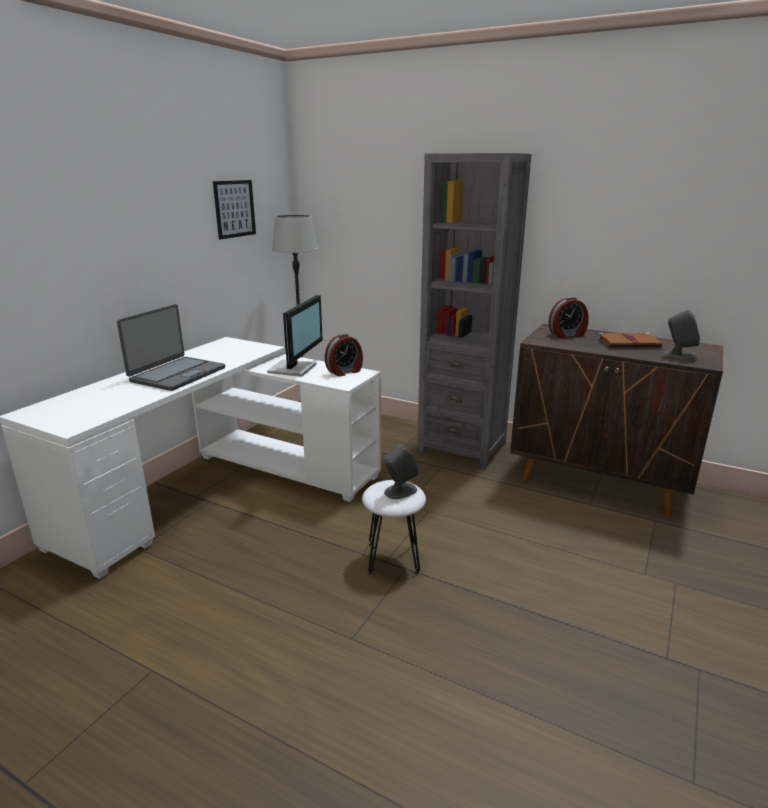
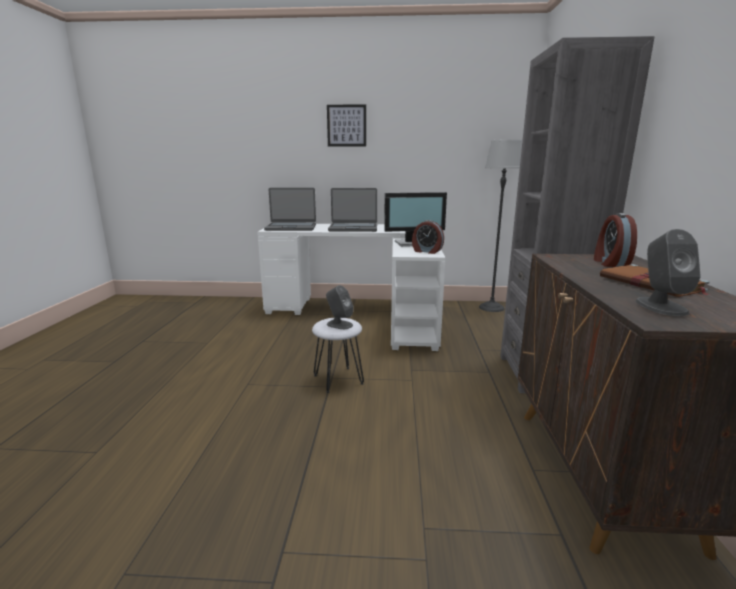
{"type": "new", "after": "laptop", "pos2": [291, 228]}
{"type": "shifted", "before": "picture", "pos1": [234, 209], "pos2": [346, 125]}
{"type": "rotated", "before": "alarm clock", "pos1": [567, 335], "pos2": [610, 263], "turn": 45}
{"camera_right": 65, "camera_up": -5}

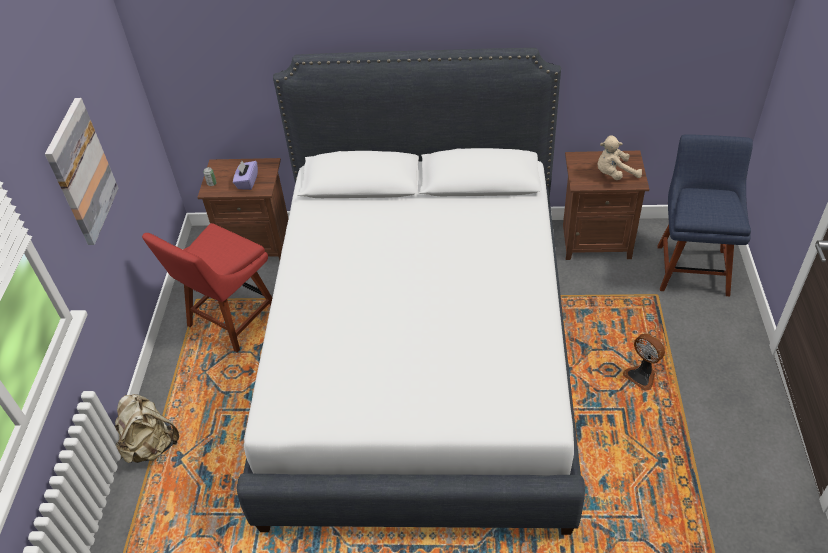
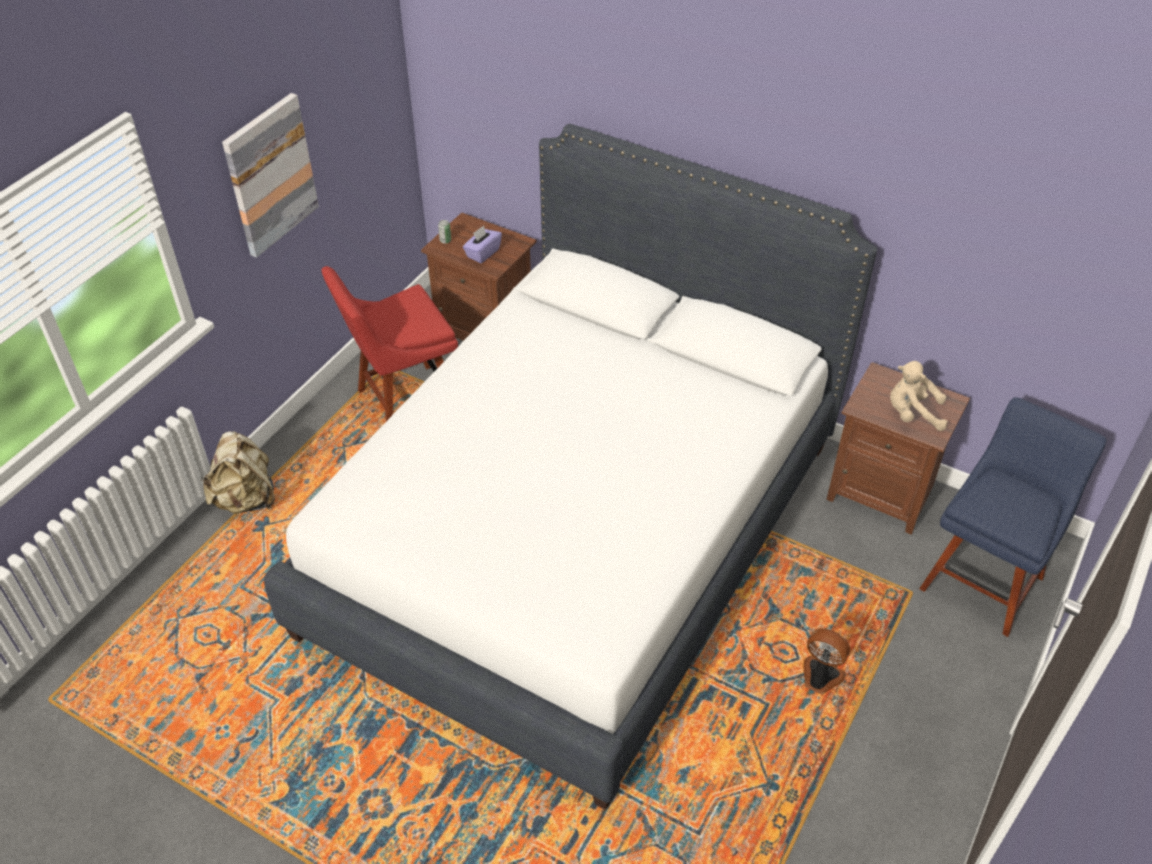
{"type": "rotated", "before": "fan", "pos1": [641, 375], "pos2": [820, 677], "turn": 135}
{"camera_right": 25, "camera_up": 0}

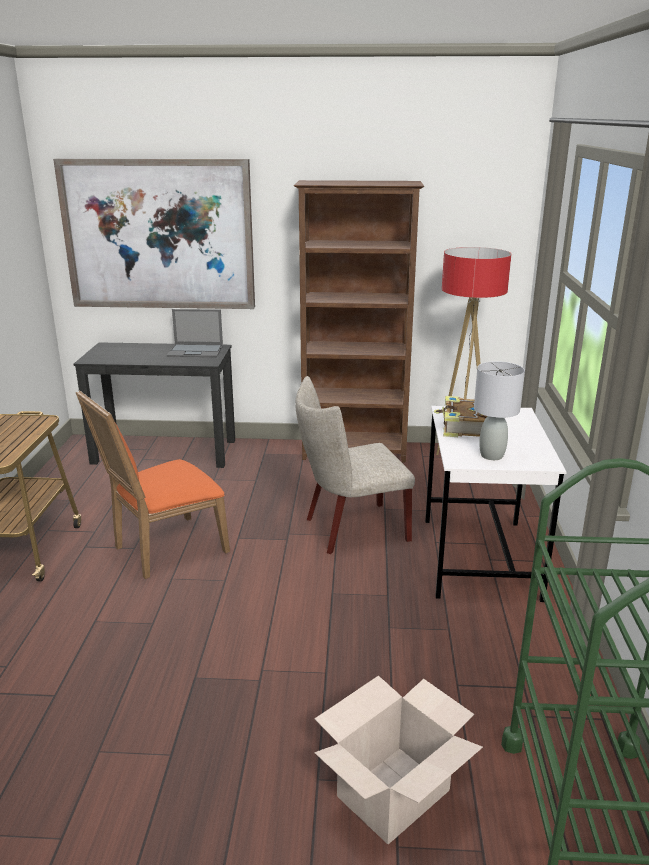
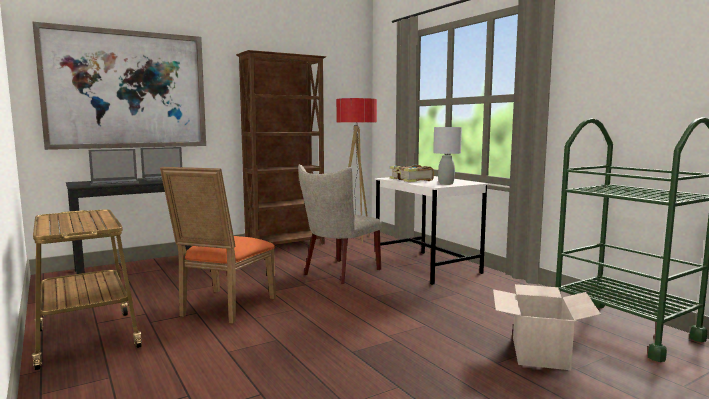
{"type": "new", "after": "laptop", "pos2": [115, 183]}
{"camera_right": -35, "camera_up": -15}

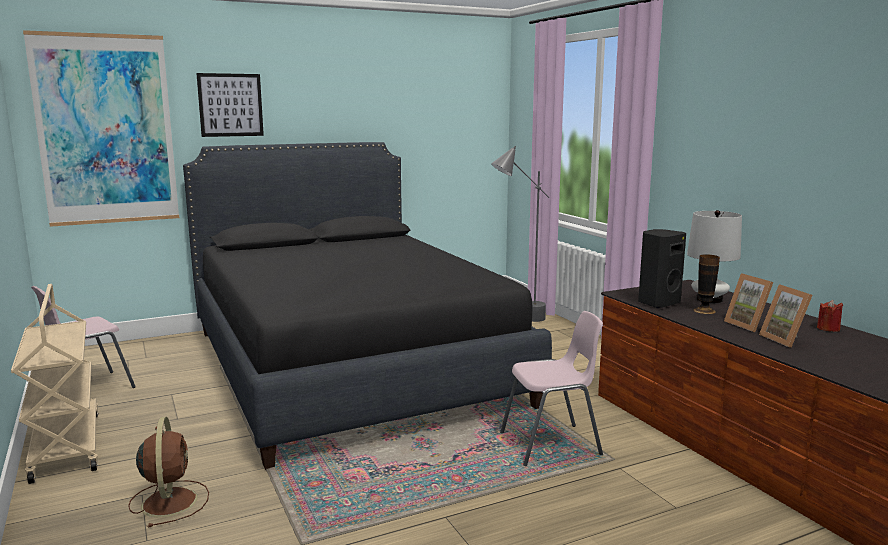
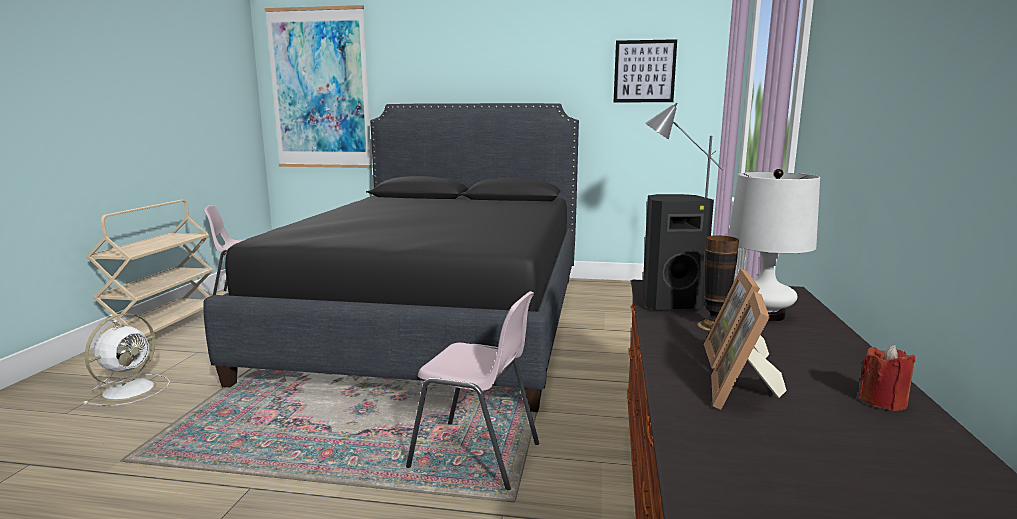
{"type": "repainted", "before": "fan/brown", "after": "fan/white", "pos1": [169, 501], "pos2": [130, 389]}
{"type": "shifted", "before": "picture", "pos1": [230, 105], "pos2": [644, 71]}
{"camera_right": 35, "camera_up": 0}

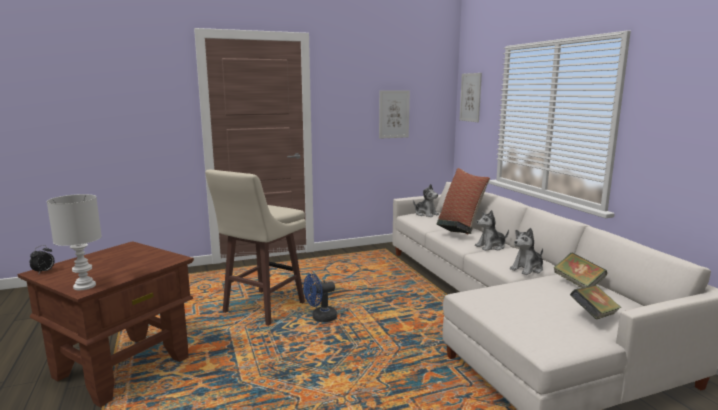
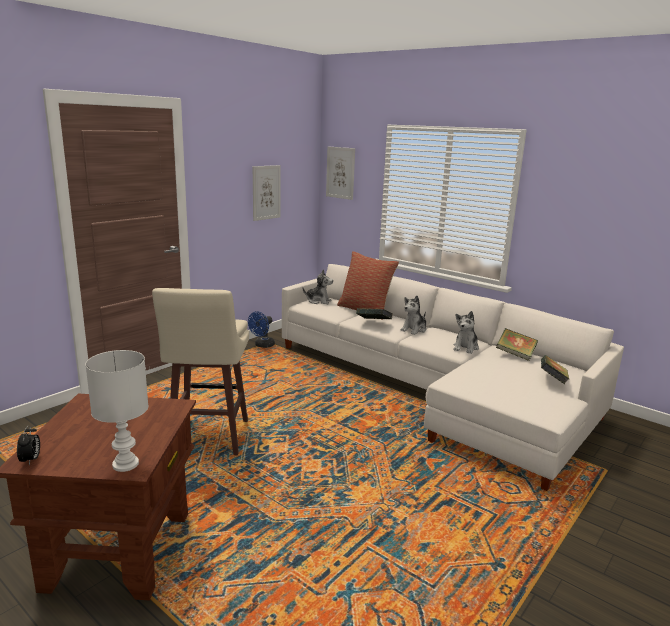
{"type": "shifted", "before": "fan/blue", "pos1": [320, 318], "pos2": [262, 345]}
{"camera_right": -30, "camera_up": 5}

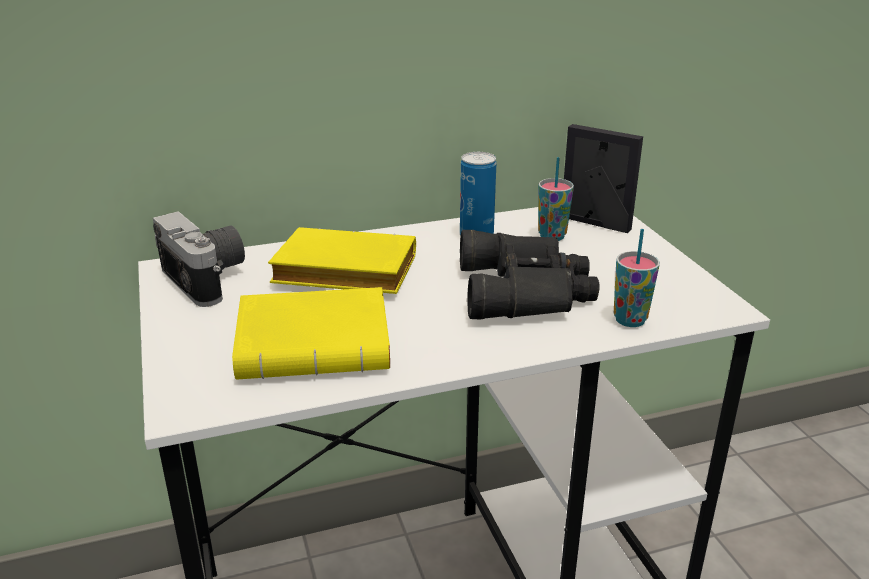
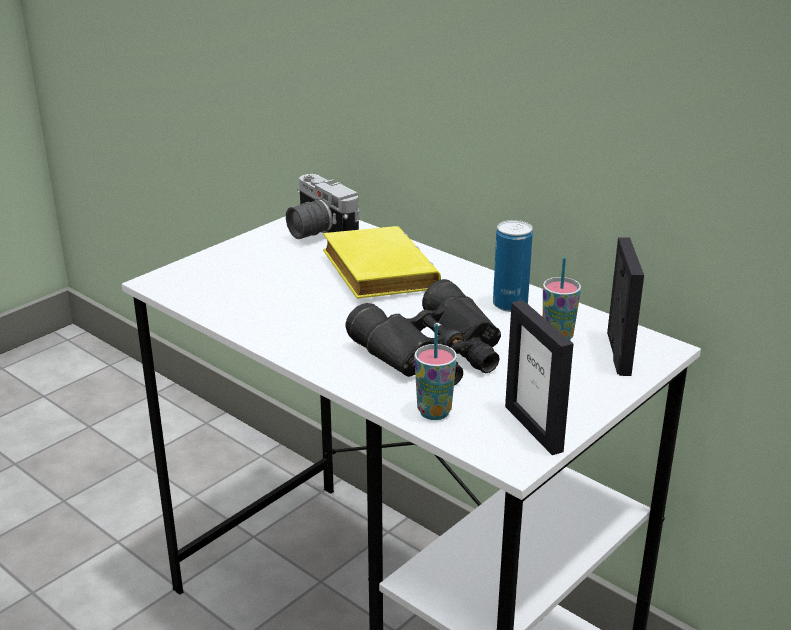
{"type": "rotated", "before": "photo camera", "pos1": [210, 279], "pos2": [316, 232], "turn": 120}
{"type": "new", "after": "picture frame", "pos2": [534, 428]}
{"type": "gone", "before": "book/yellow", "pos1": [318, 344]}
{"camera_right": 60, "camera_up": 0}

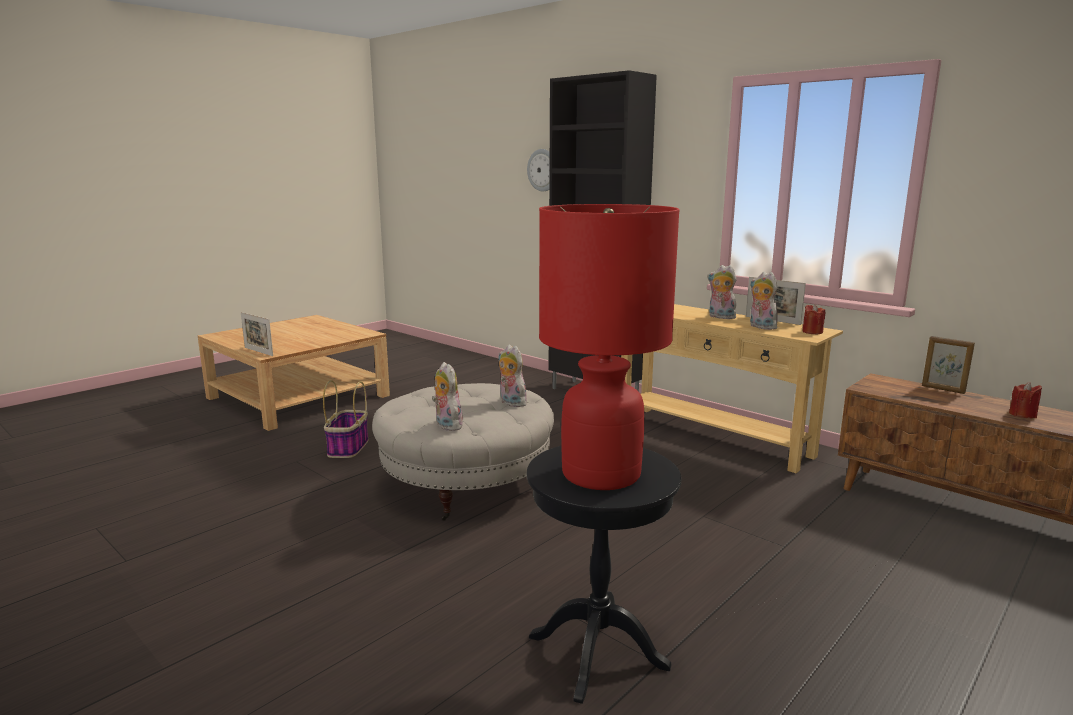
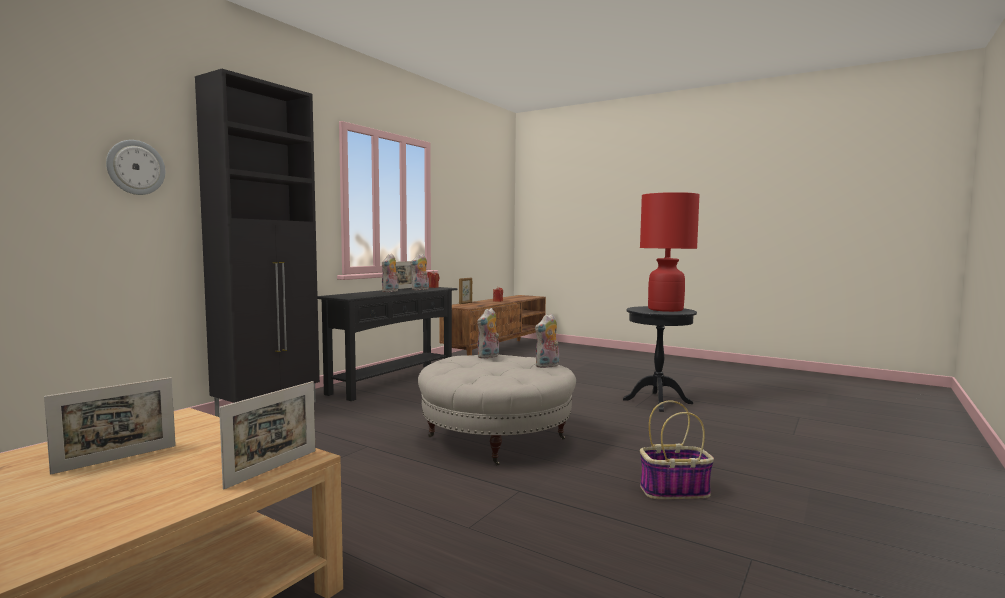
{"type": "new", "after": "picture frame", "pos2": [116, 459]}
{"type": "repainted", "before": "console table/beige", "after": "console table/black", "pos1": [712, 437], "pos2": [393, 381]}
{"type": "shifted", "before": "basket", "pos1": [348, 448], "pos2": [675, 490]}
{"camera_right": -100, "camera_up": -10}

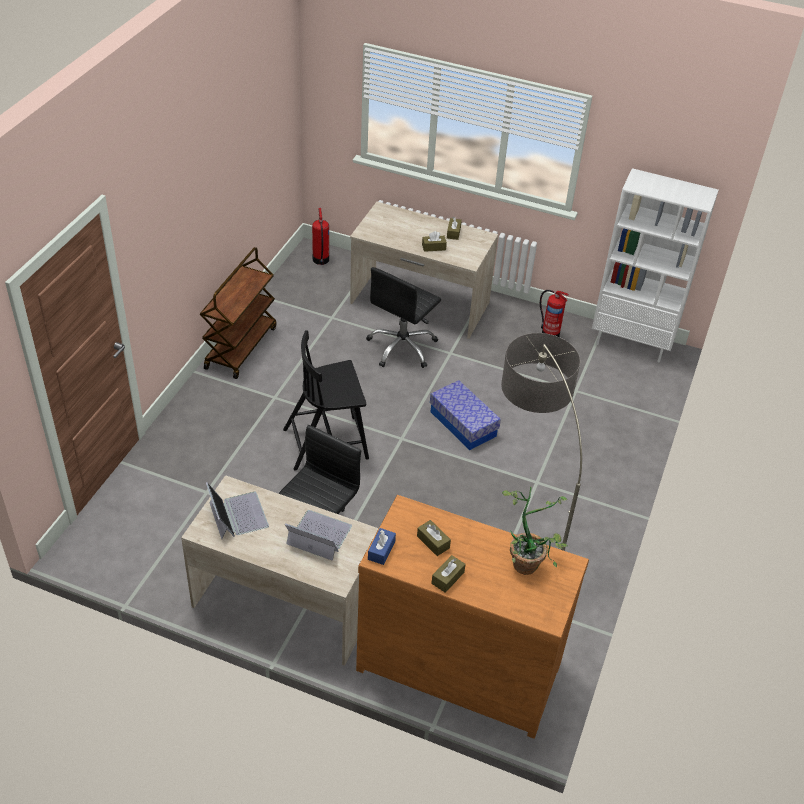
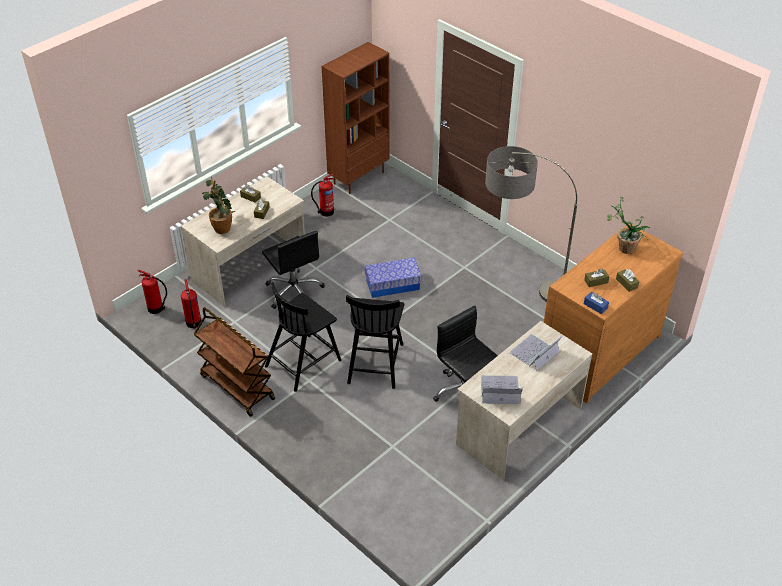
{"type": "new", "after": "fire extinguisher", "pos2": [193, 323]}
{"type": "new", "after": "potted plant", "pos2": [222, 226]}
{"type": "new", "after": "chair/black", "pos2": [304, 362]}
{"type": "repainted", "before": "bookcase/white", "after": "bookcase/brown", "pos1": [632, 343], "pos2": [358, 177]}
{"camera_right": -65, "camera_up": 0}

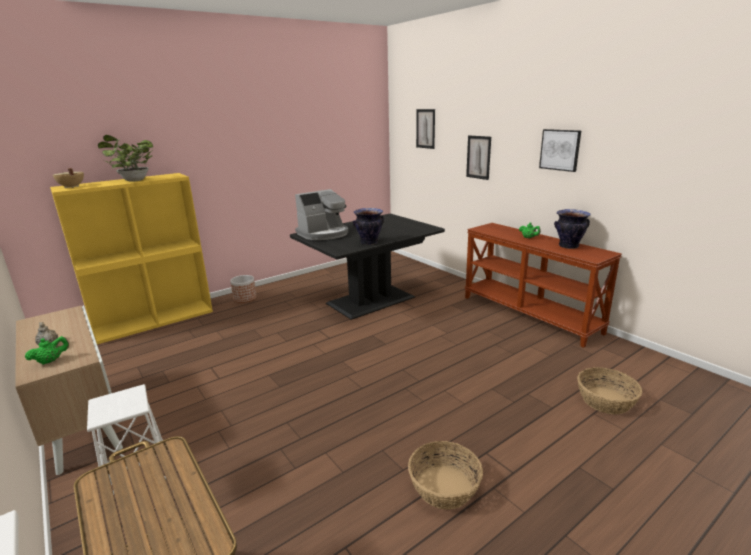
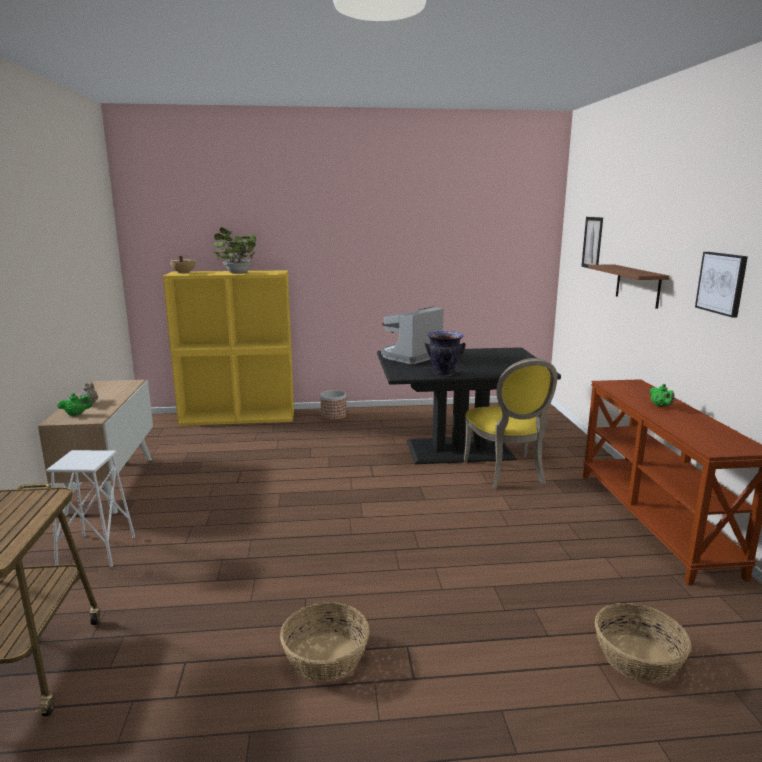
{"type": "rotated", "before": "coffee machine", "pos1": [324, 234], "pos2": [411, 356], "turn": 135}
{"type": "new", "after": "chair/yellow", "pos2": [507, 473]}
{"type": "swapped", "before": "picture", "after": "shelf/brown", "pos1": [478, 157], "pos2": [637, 285]}
{"type": "gone", "before": "vase", "pos1": [569, 246]}
{"camera_right": 30, "camera_up": -5}

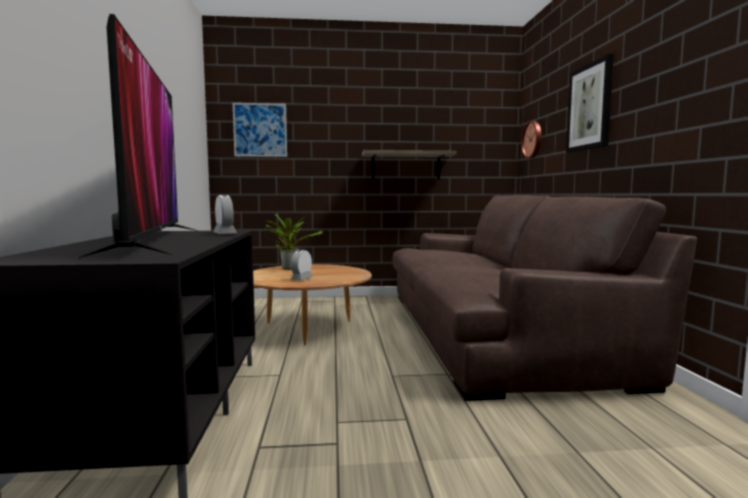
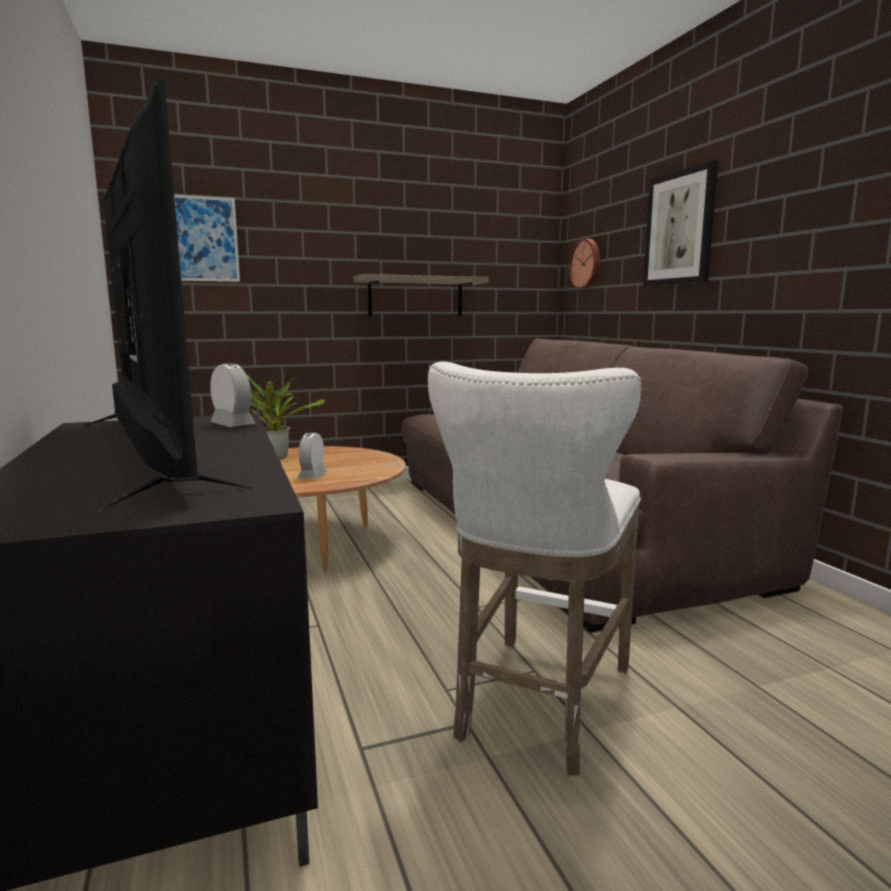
{"type": "new", "after": "stool/white", "pos2": [538, 705]}
{"camera_right": -15, "camera_up": 5}

